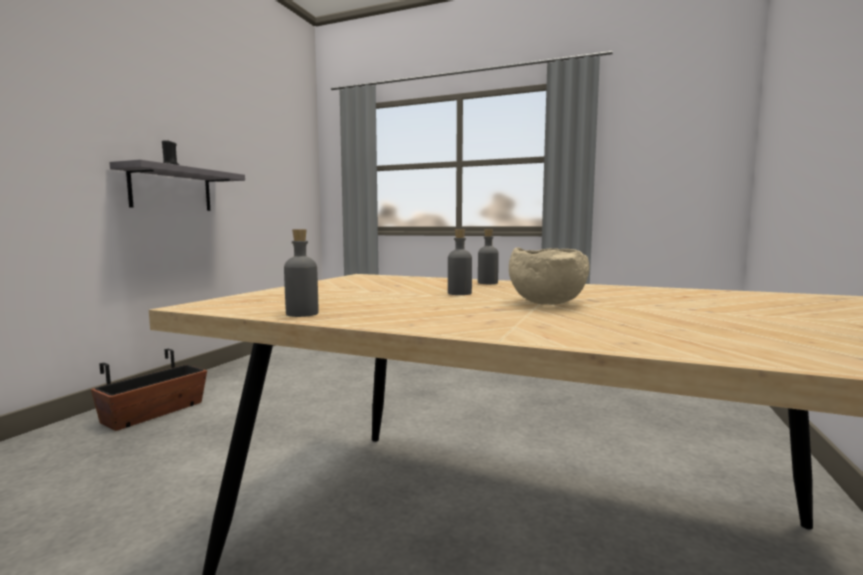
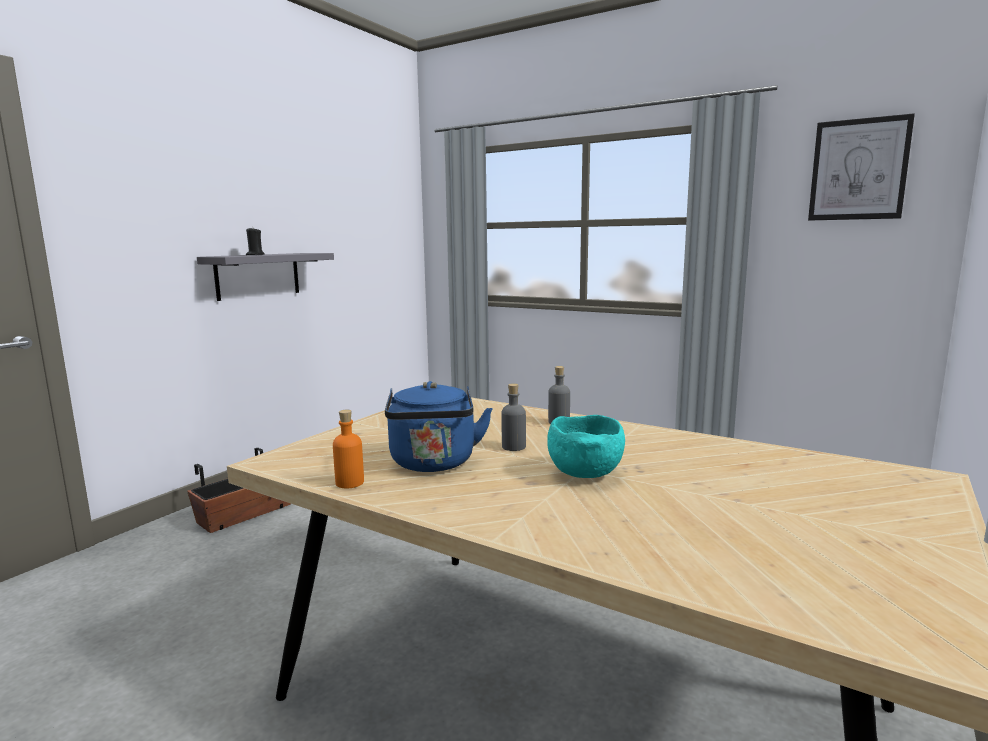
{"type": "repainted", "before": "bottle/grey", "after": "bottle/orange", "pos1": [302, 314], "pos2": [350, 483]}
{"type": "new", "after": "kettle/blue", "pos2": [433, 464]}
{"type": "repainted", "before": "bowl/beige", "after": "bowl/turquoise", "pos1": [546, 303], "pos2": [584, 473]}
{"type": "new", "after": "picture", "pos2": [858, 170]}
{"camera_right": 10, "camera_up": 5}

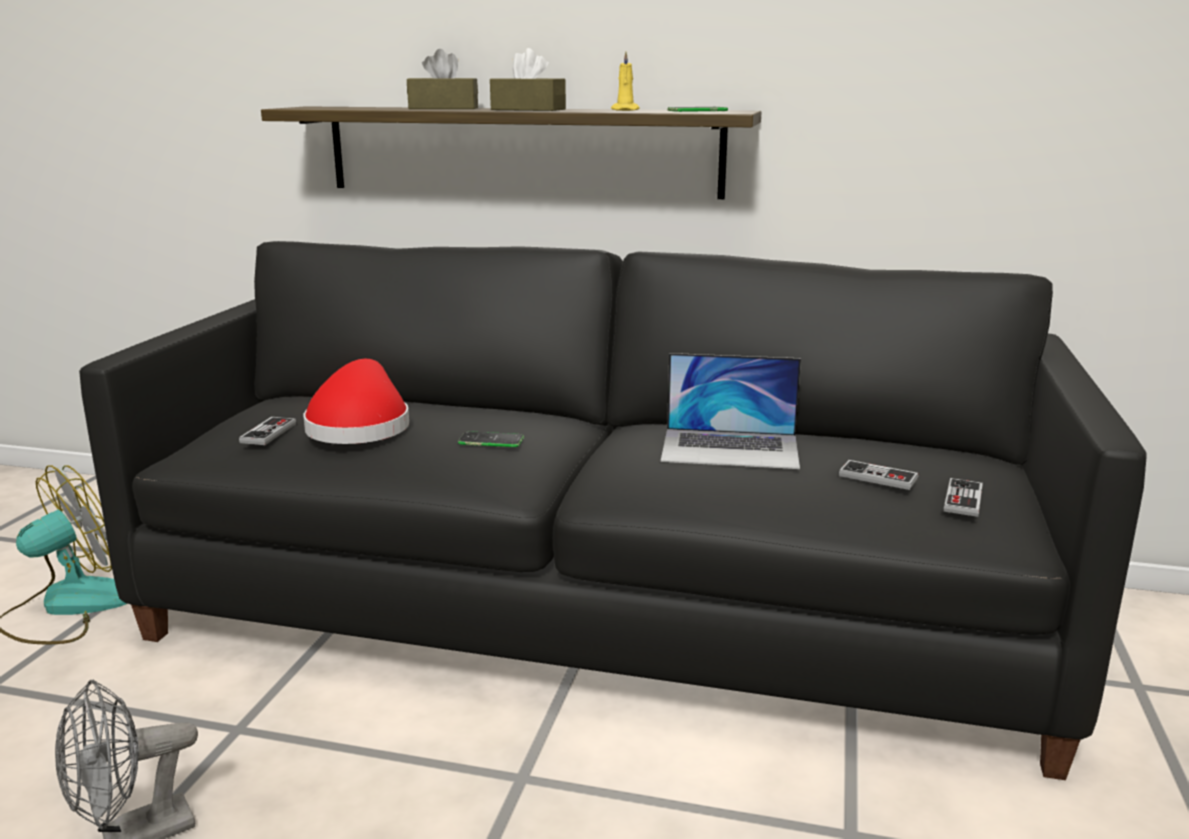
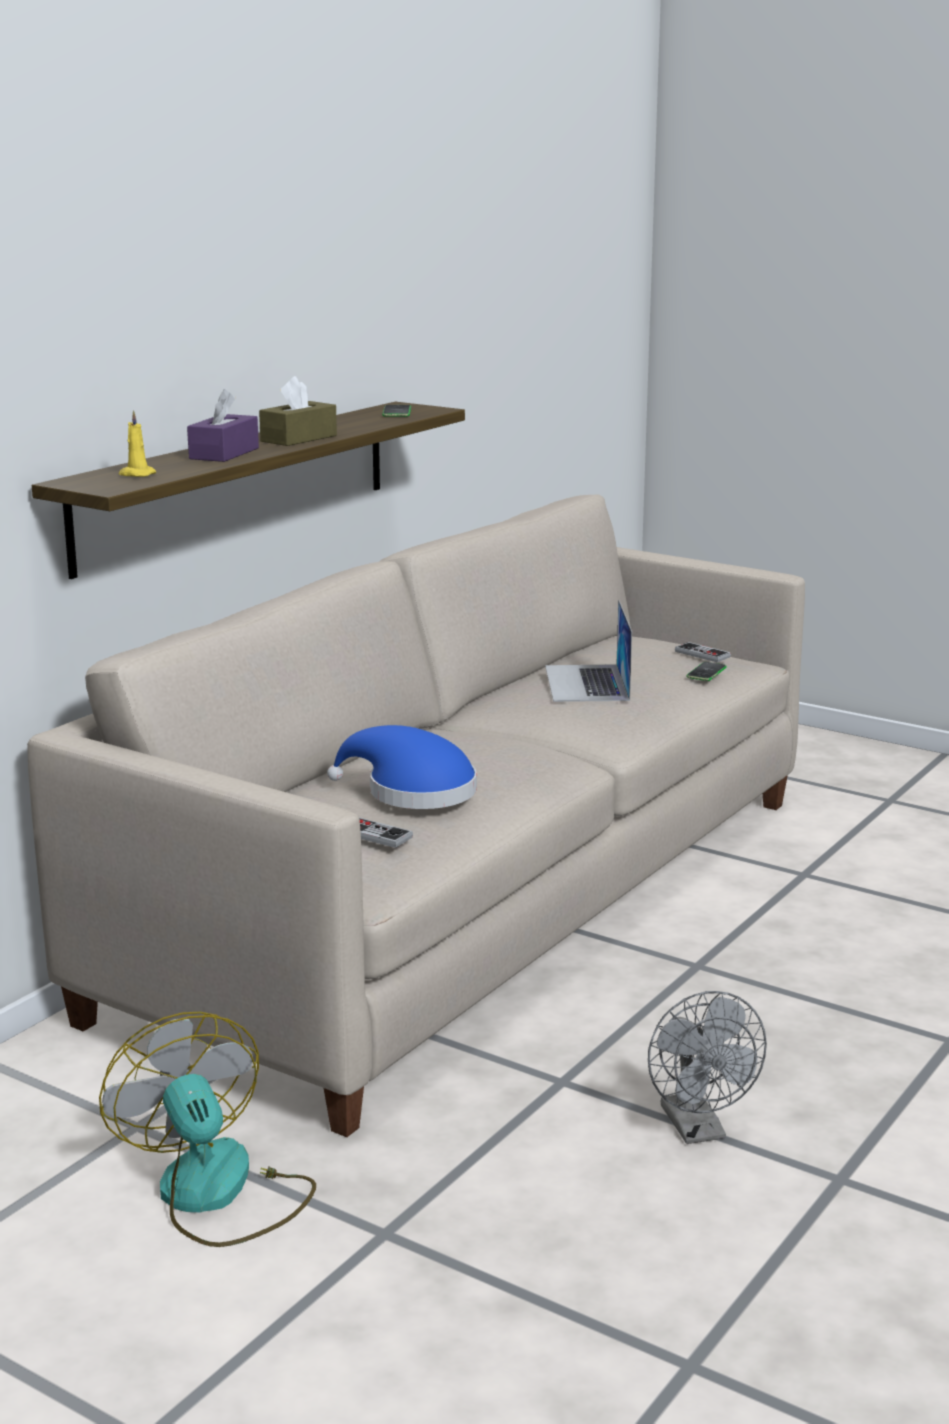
{"type": "repainted", "before": "sofa/black", "after": "sofa/beige", "pos1": [597, 612], "pos2": [474, 901]}
{"type": "shifted", "before": "candle/yellow", "pos1": [625, 110], "pos2": [136, 474]}
{"type": "repainted", "before": "tissue box/brown", "after": "tissue box/purple", "pos1": [443, 108], "pos2": [224, 453]}
{"type": "repainted", "before": "hat/red", "after": "hat/blue", "pos1": [359, 426], "pos2": [412, 791]}
{"type": "rotated", "before": "laptop", "pos1": [730, 448], "pos2": [587, 683], "turn": 150}
{"type": "shifted", "before": "phone", "pos1": [491, 441], "pos2": [706, 672]}
{"type": "gone", "before": "game controller", "pos1": [878, 477]}
{"camera_right": -70, "camera_up": 0}

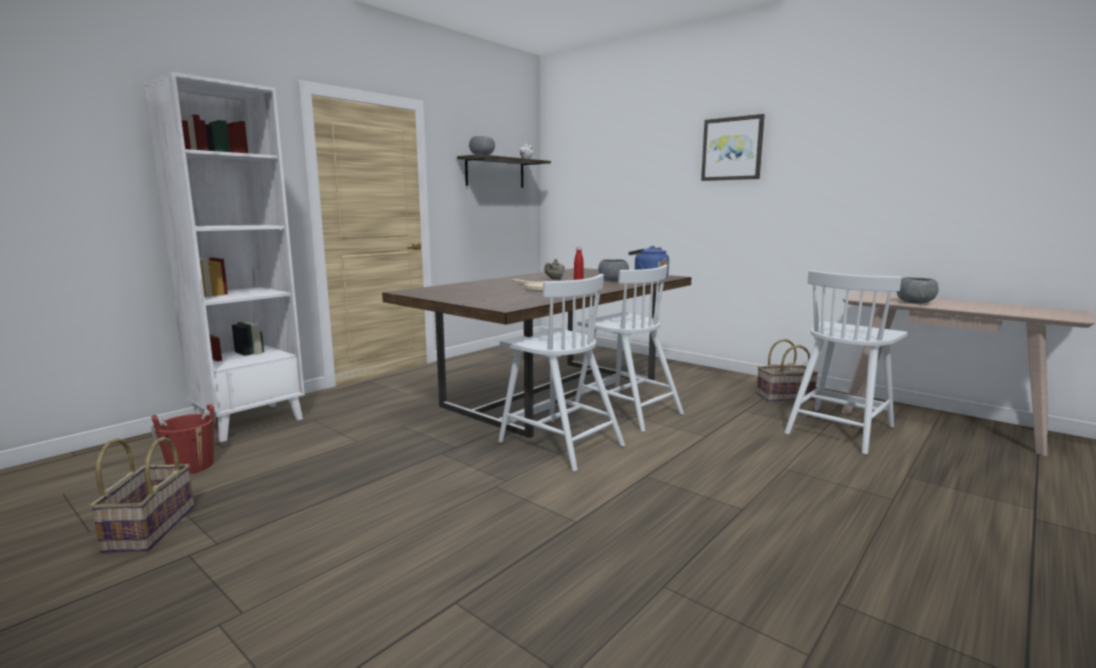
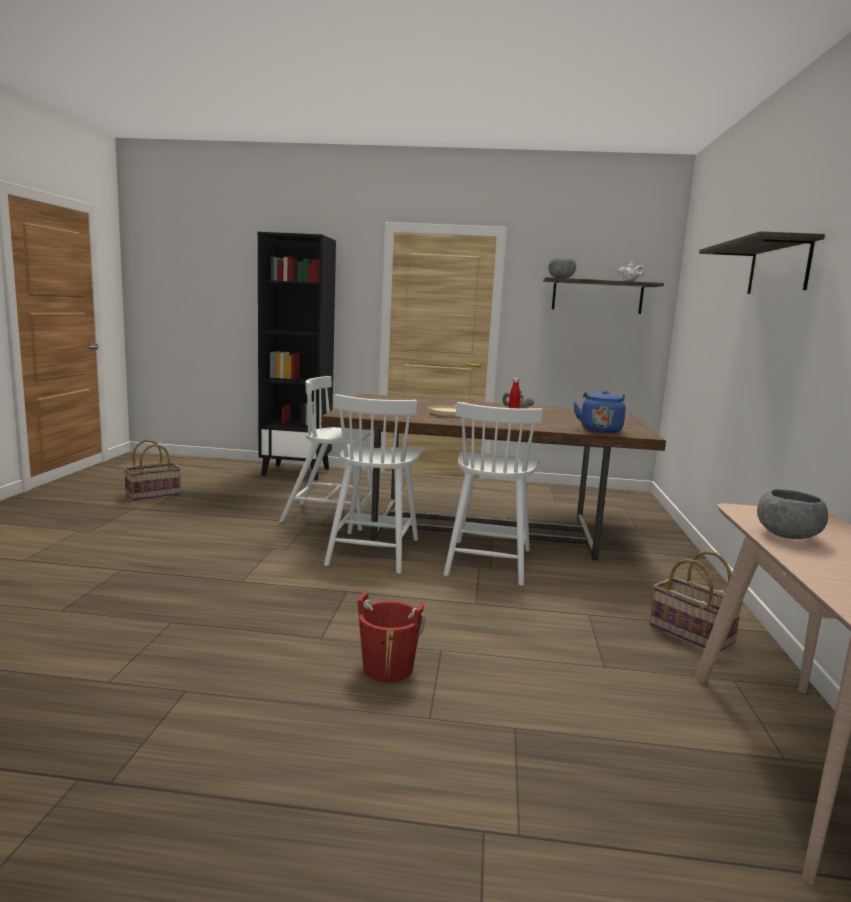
{"type": "repainted", "before": "bookcase/white", "after": "bookcase/black", "pos1": [250, 421], "pos2": [296, 472]}
{"type": "shifted", "before": "chair/white", "pos1": [839, 429], "pos2": [331, 516]}
{"type": "shifted", "before": "bucket/red", "pos1": [191, 466], "pos2": [388, 668]}
{"type": "swapped", "before": "picture", "after": "shelf", "pos1": [732, 149], "pos2": [778, 268]}
{"type": "gone", "before": "bowl/grey", "pos1": [612, 281]}
{"camera_right": 55, "camera_up": 0}

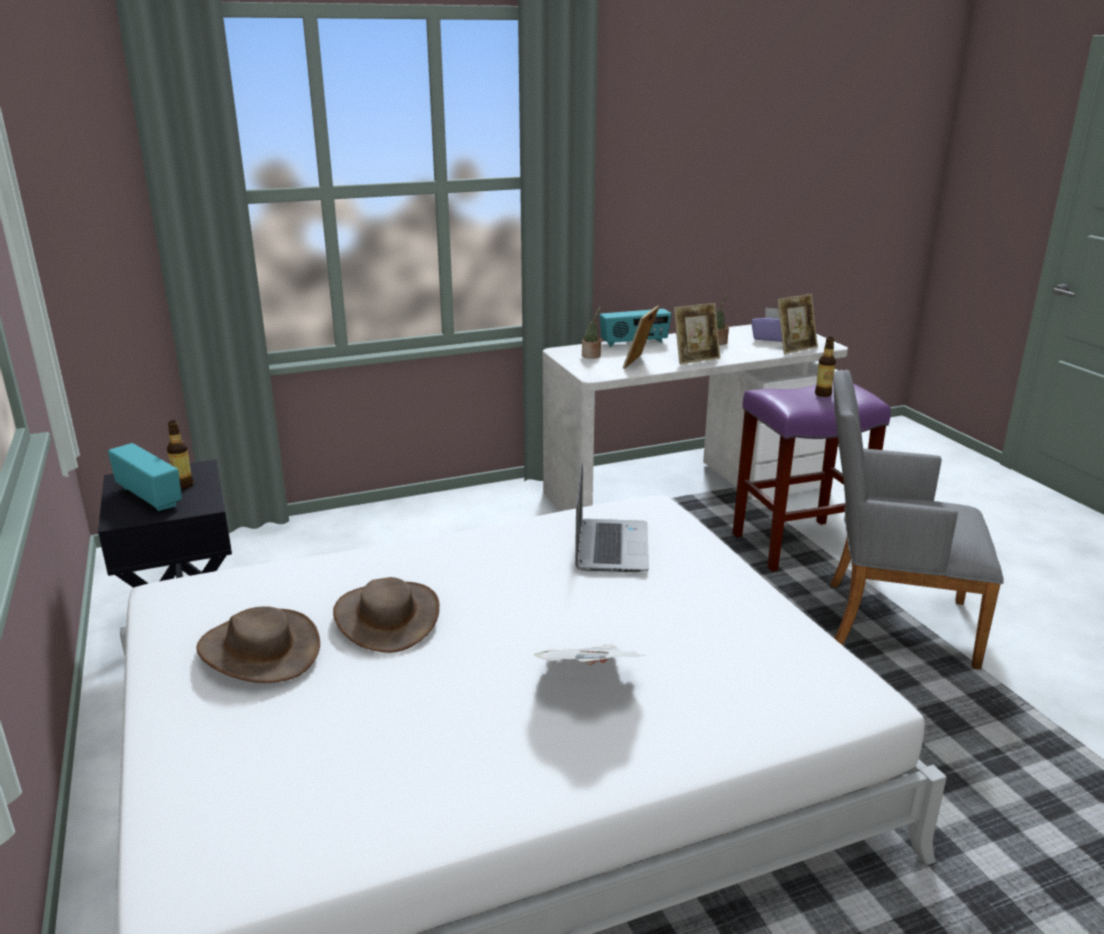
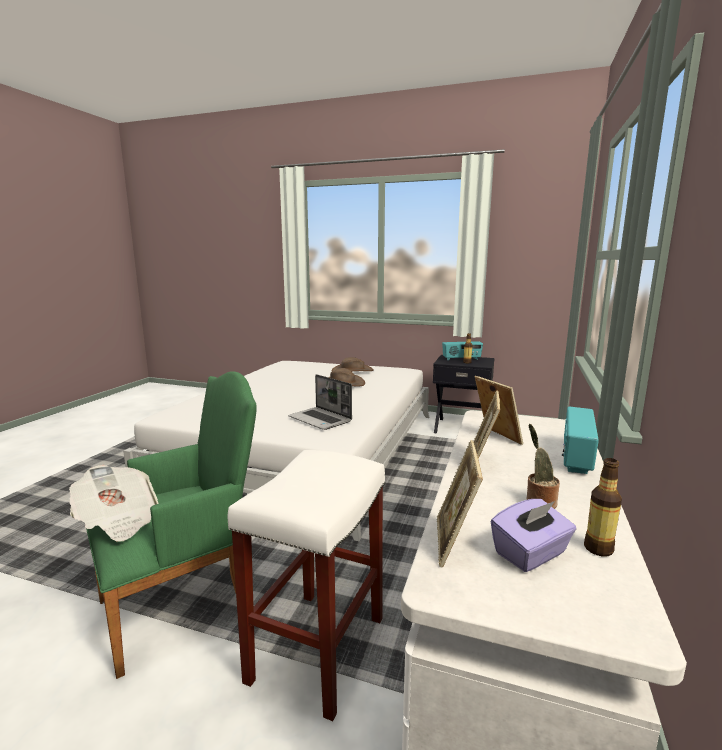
{"type": "shifted", "before": "newspaper", "pos1": [590, 678], "pos2": [118, 520]}
{"type": "repainted", "before": "armchair/grey", "after": "armchair/green", "pos1": [886, 622], "pos2": [186, 603]}
{"type": "repainted", "before": "stool/purple", "after": "stool/white", "pos1": [796, 546], "pos2": [318, 647]}
{"type": "shifted", "before": "bottle", "pos1": [823, 394], "pos2": [598, 549]}
{"type": "gone", "before": "potted plant", "pos1": [592, 356]}
{"camera_right": 130, "camera_up": -10}

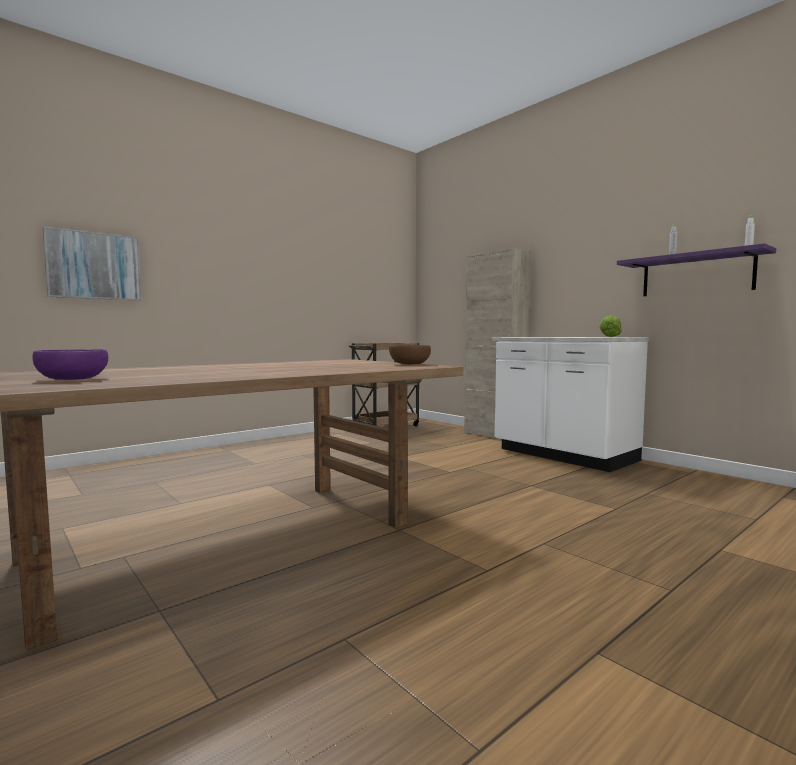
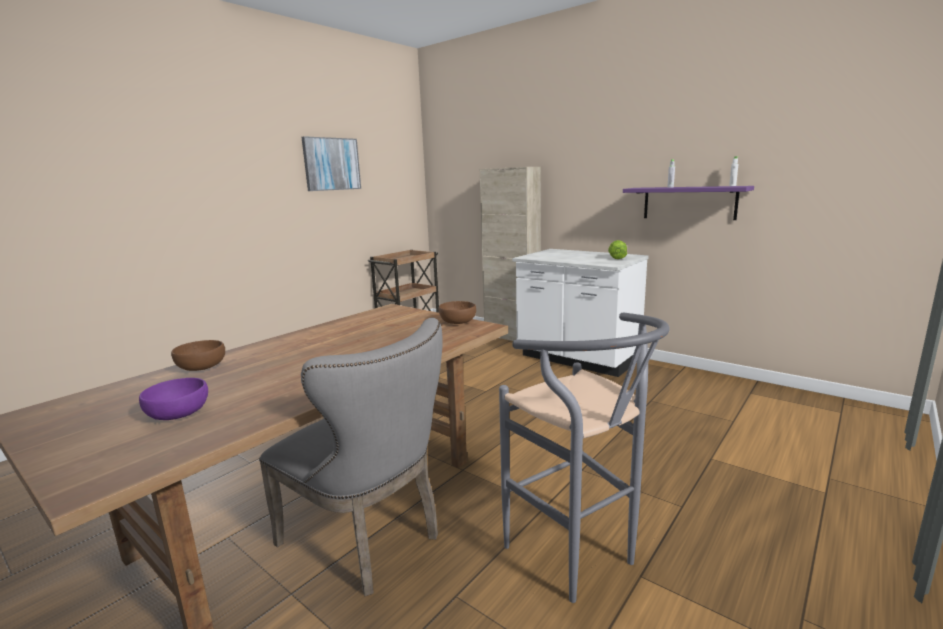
{"type": "new", "after": "bowl/brown", "pos2": [201, 367]}
{"type": "new", "after": "chair/grey", "pos2": [369, 540]}
{"type": "shifted", "before": "picture", "pos1": [94, 266], "pos2": [331, 164]}
{"type": "new", "after": "stool/grey", "pos2": [578, 560]}
{"camera_right": -10, "camera_up": 10}

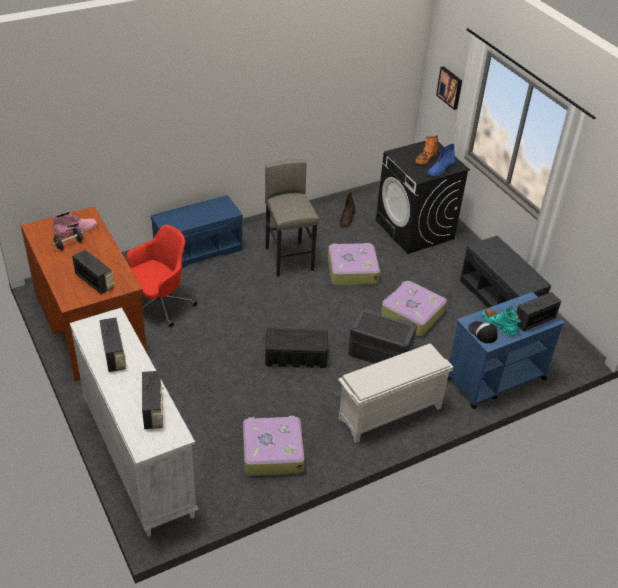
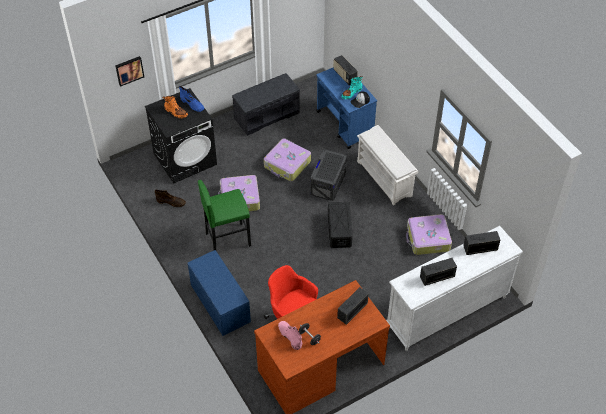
{"type": "repainted", "before": "stool/grey", "after": "stool/green", "pos1": [289, 259], "pos2": [227, 239]}
{"camera_right": -90, "camera_up": 10}

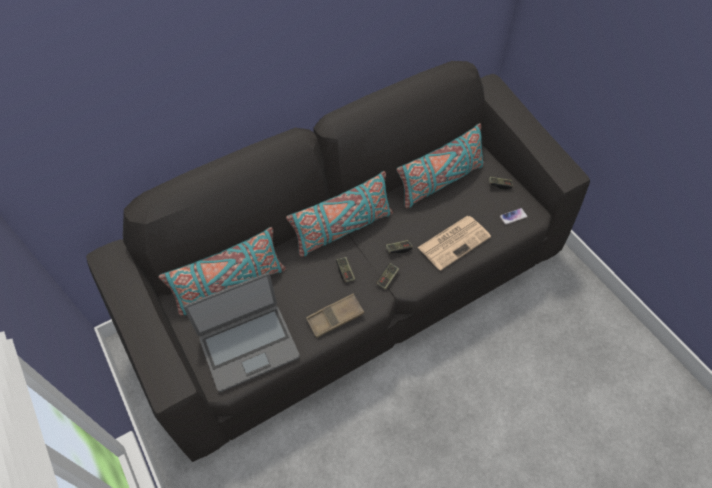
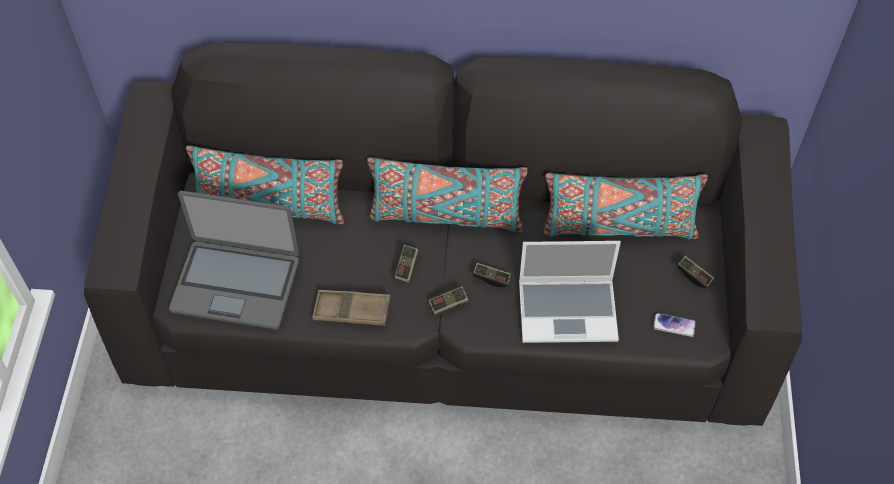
{"type": "swapped", "before": "newspaper", "after": "laptop", "pos1": [454, 241], "pos2": [568, 310]}
{"camera_right": 35, "camera_up": 0}

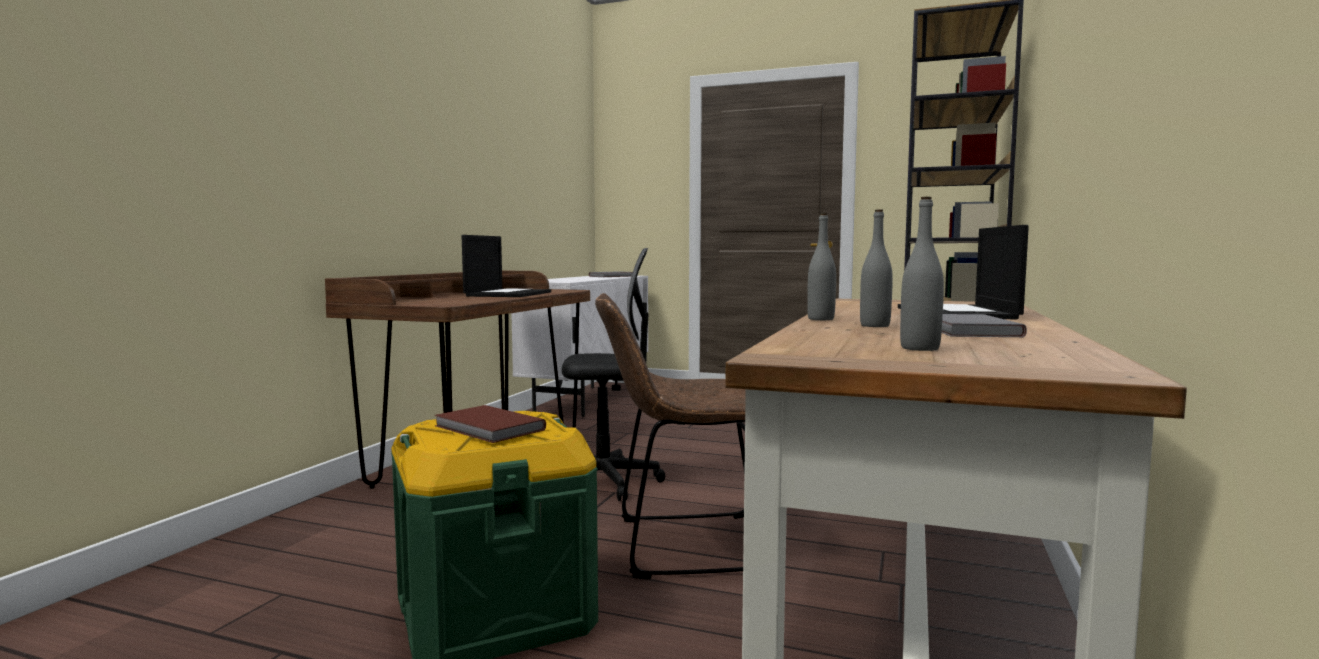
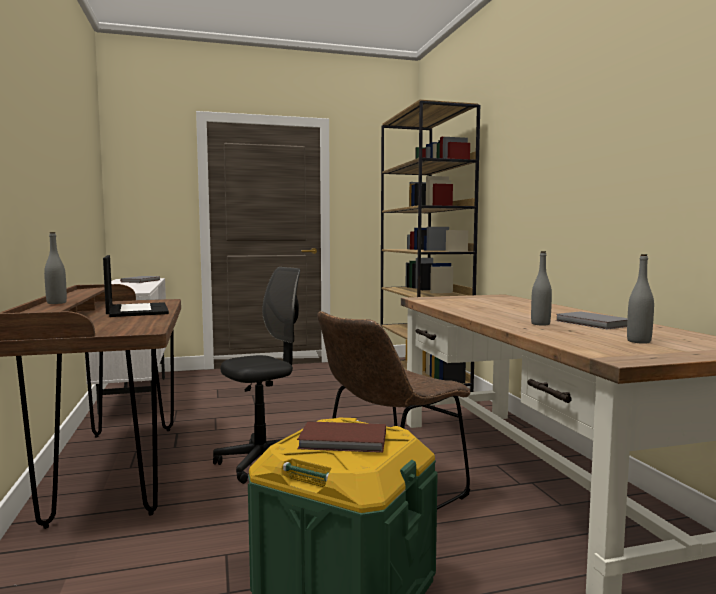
{"type": "shifted", "before": "bottle/grey", "pos1": [820, 319], "pos2": [56, 303]}
{"type": "gone", "before": "laptop", "pos1": [957, 313]}
{"camera_right": -35, "camera_up": 0}

